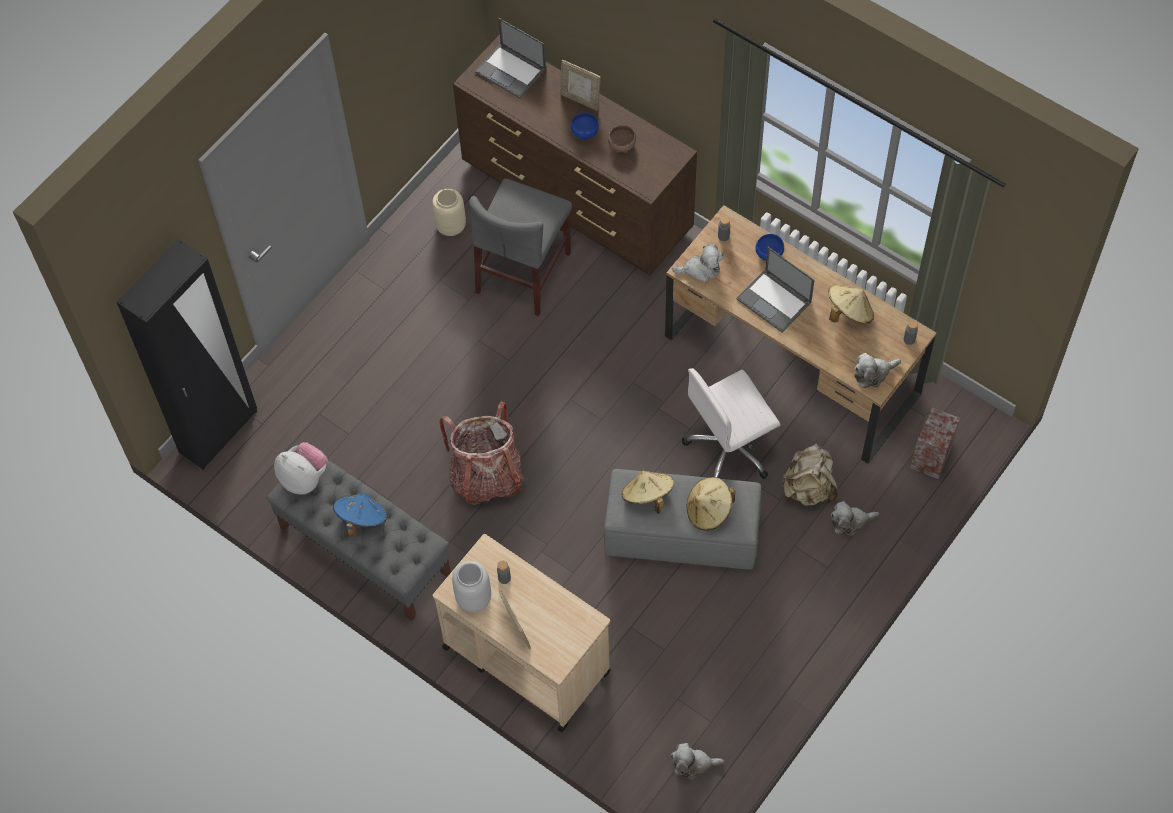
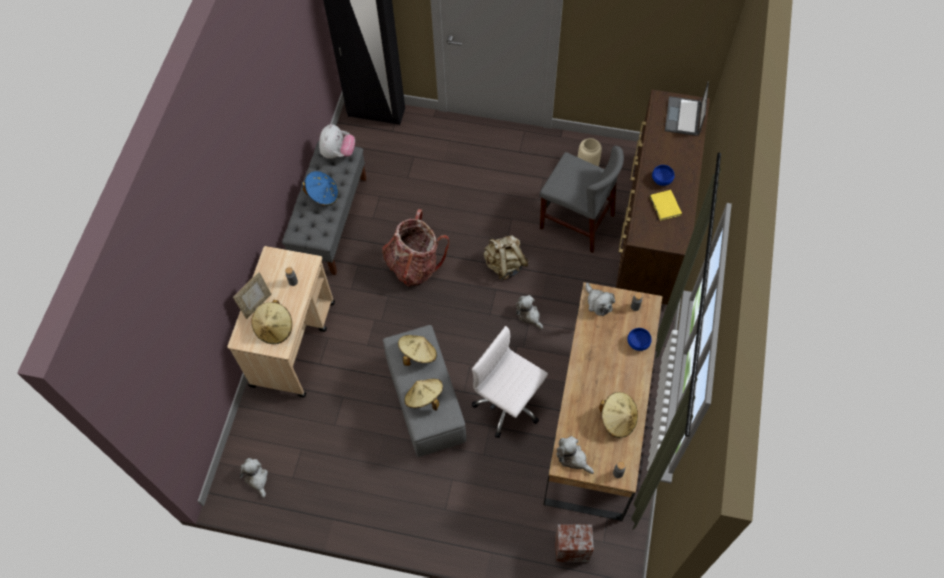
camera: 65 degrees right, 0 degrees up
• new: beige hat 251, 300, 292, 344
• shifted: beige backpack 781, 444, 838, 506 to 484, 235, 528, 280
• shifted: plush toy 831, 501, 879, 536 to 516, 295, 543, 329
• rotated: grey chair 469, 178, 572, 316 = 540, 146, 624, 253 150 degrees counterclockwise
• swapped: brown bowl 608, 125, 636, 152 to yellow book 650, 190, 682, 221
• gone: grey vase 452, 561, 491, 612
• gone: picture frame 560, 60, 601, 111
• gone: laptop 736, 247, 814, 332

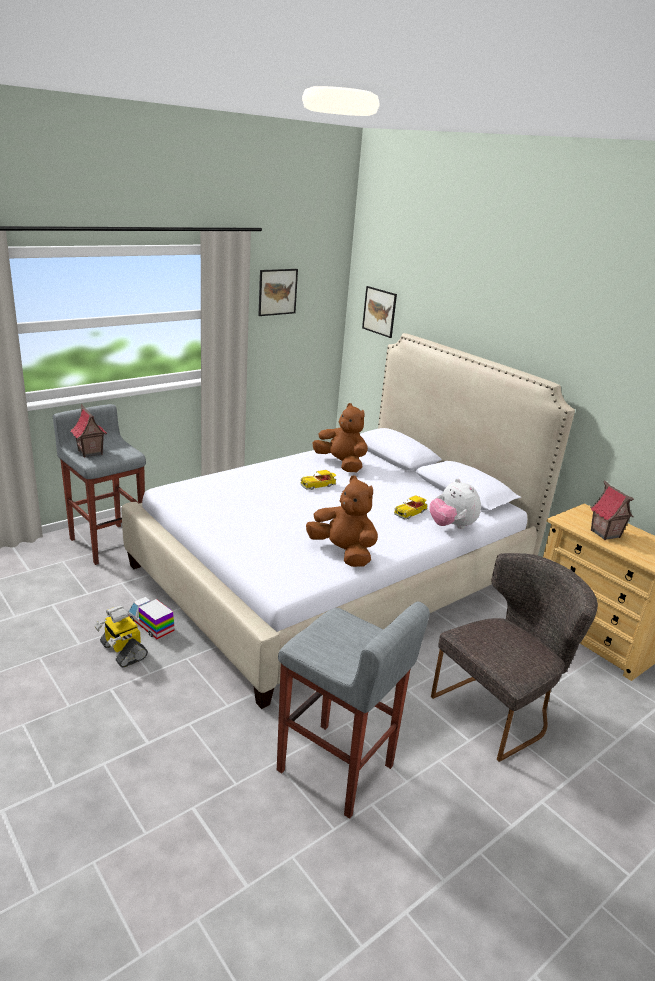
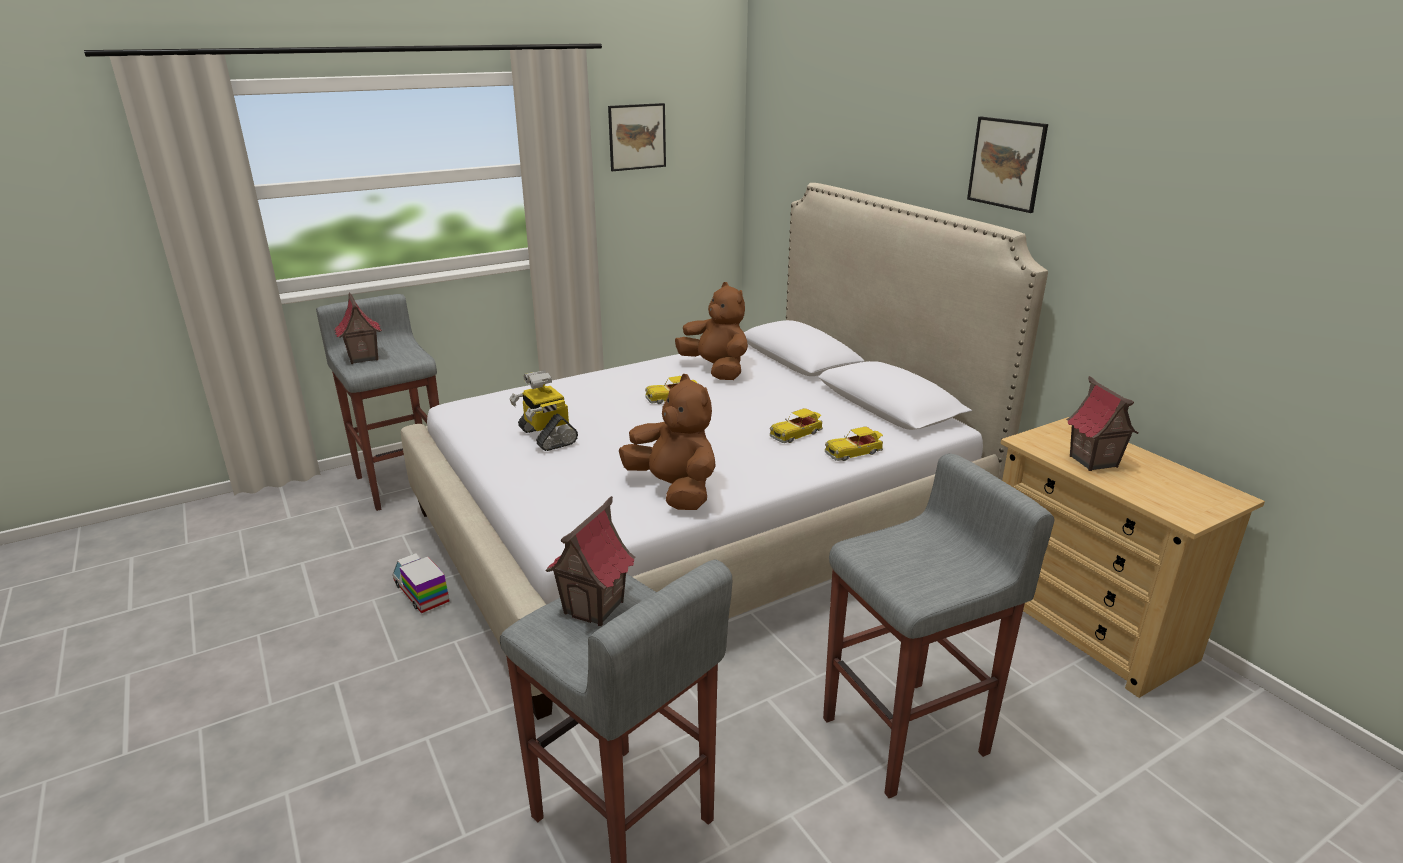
camera: 10 degrees right, 0 degrees up
• shifted: toy robot 94, 605, 148, 668 to 509, 371, 578, 451
• new: toy house 545, 496, 635, 626
• swapped: grey chair 431, 553, 598, 762 to grey stool 823, 453, 1054, 798
• swapped: plush toy 429, 478, 481, 529 to toy car 825, 426, 883, 461
• shifted: picture 362, 286, 397, 338 to 967, 117, 1048, 213

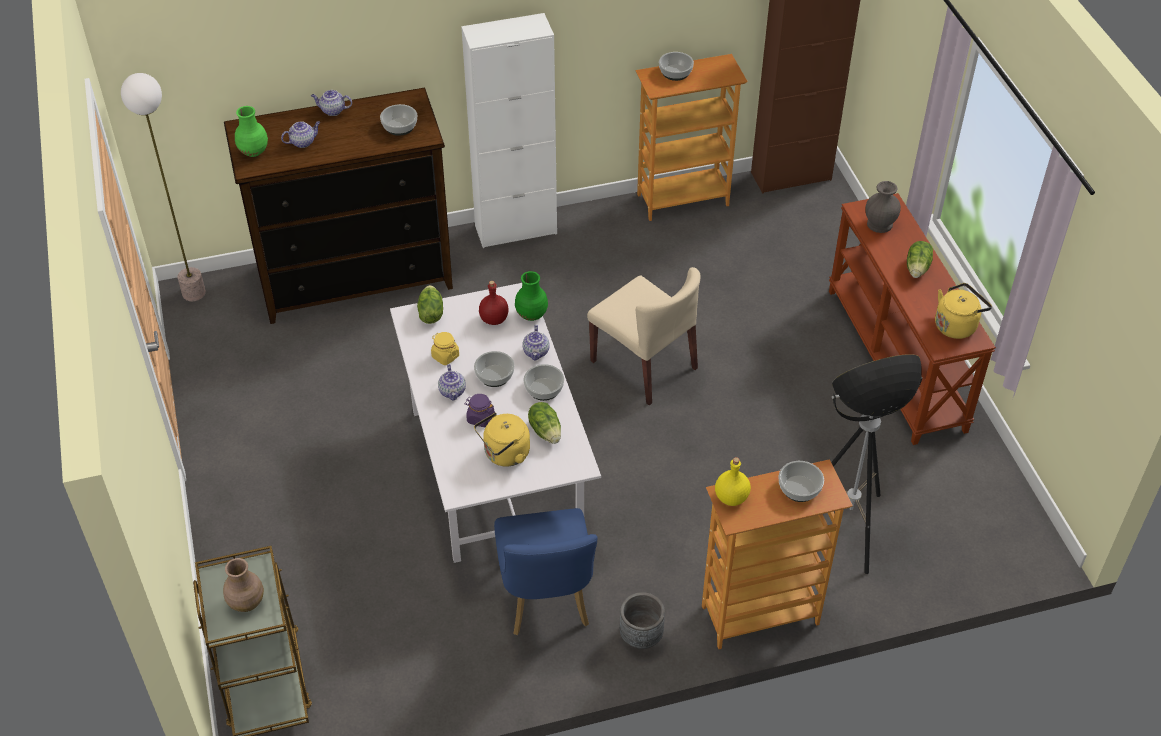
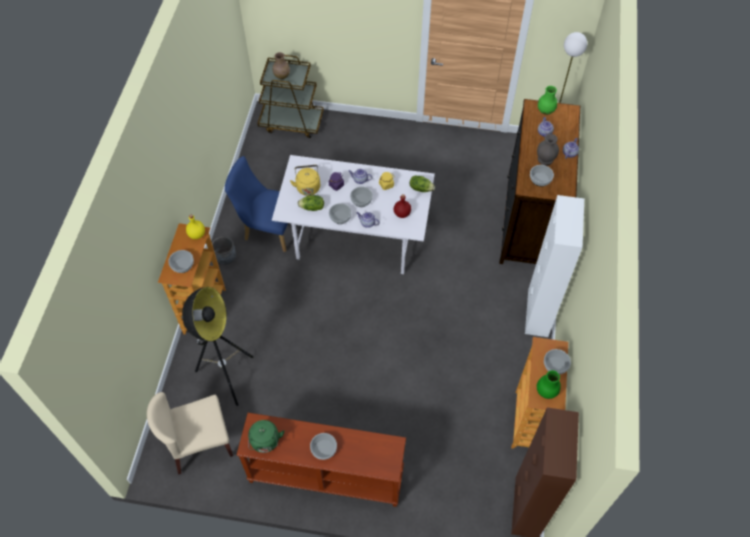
camera: 115 degrees right, 10 degrees up
• shifted: beige chair 587, 267, 700, 405 to 147, 392, 233, 475
• repainted: yellow kettle 935, 283, 992, 339 to green kettle 248, 420, 285, 453
• swapped: lettuce 907, 241, 933, 278 to bowl 310, 433, 337, 460
• shifted: grey vase 865, 181, 901, 233 to 537, 134, 559, 166
• shifted: green vase 515, 271, 548, 321 to 537, 370, 561, 399

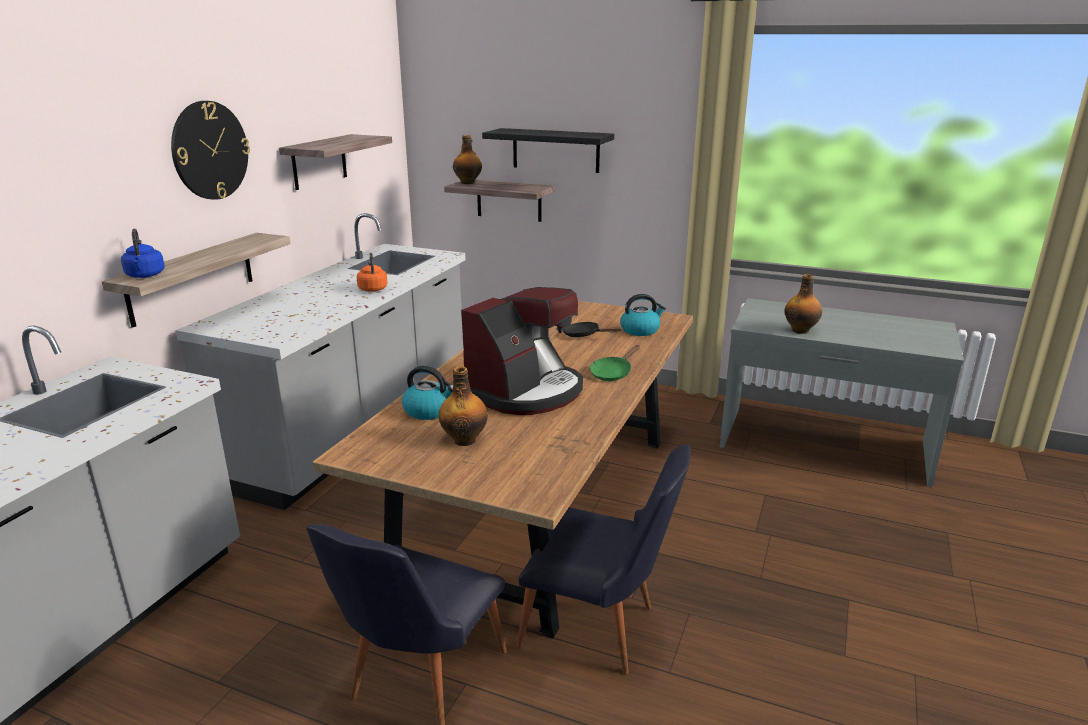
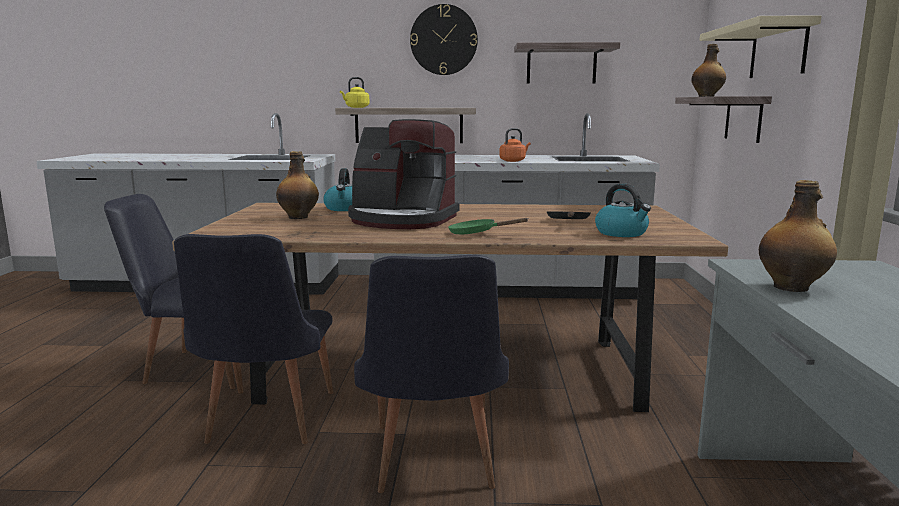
camera: 70 degrees right, 10 degrees down
• repainted: blue kettle 121, 229, 165, 278 to yellow kettle 340, 77, 369, 108
• new: black chair 354, 255, 509, 493
• repainted: black shelf 482, 128, 614, 173 to beige shelf 699, 15, 822, 78

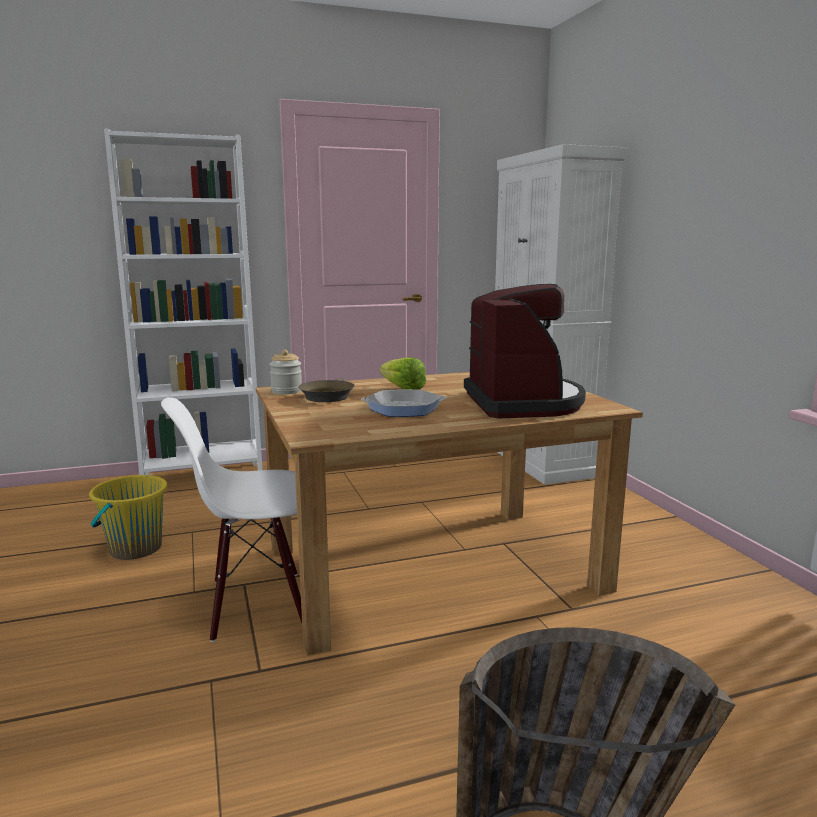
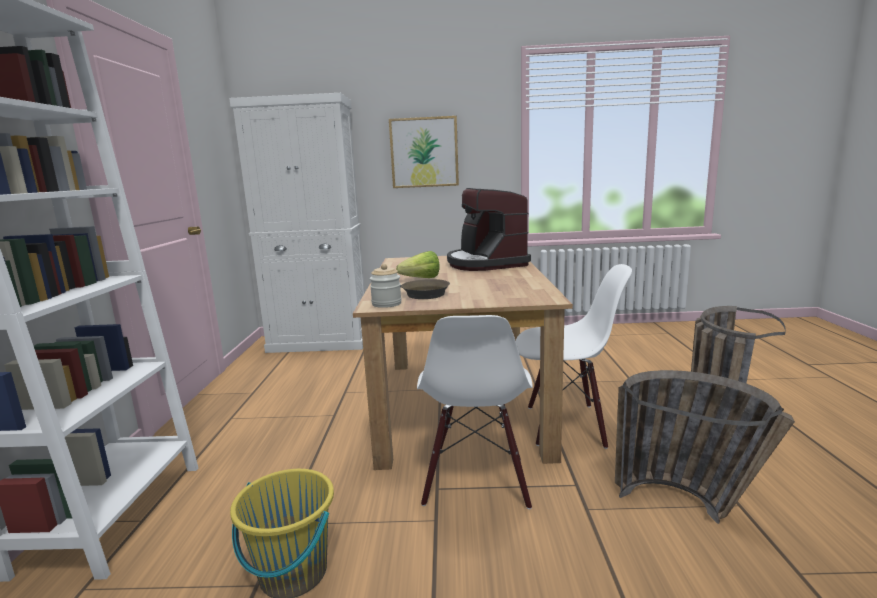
camera: 70 degrees left, 0 degrees up
• new: picture 389, 116, 459, 188
• rotated: coffee machine 464, 284, 586, 419 = 447, 188, 531, 271 120 degrees counterclockwise
• new: white chair 516, 264, 632, 449
• new: basket 615, 370, 795, 524
• gone: frying pan 361, 389, 446, 417

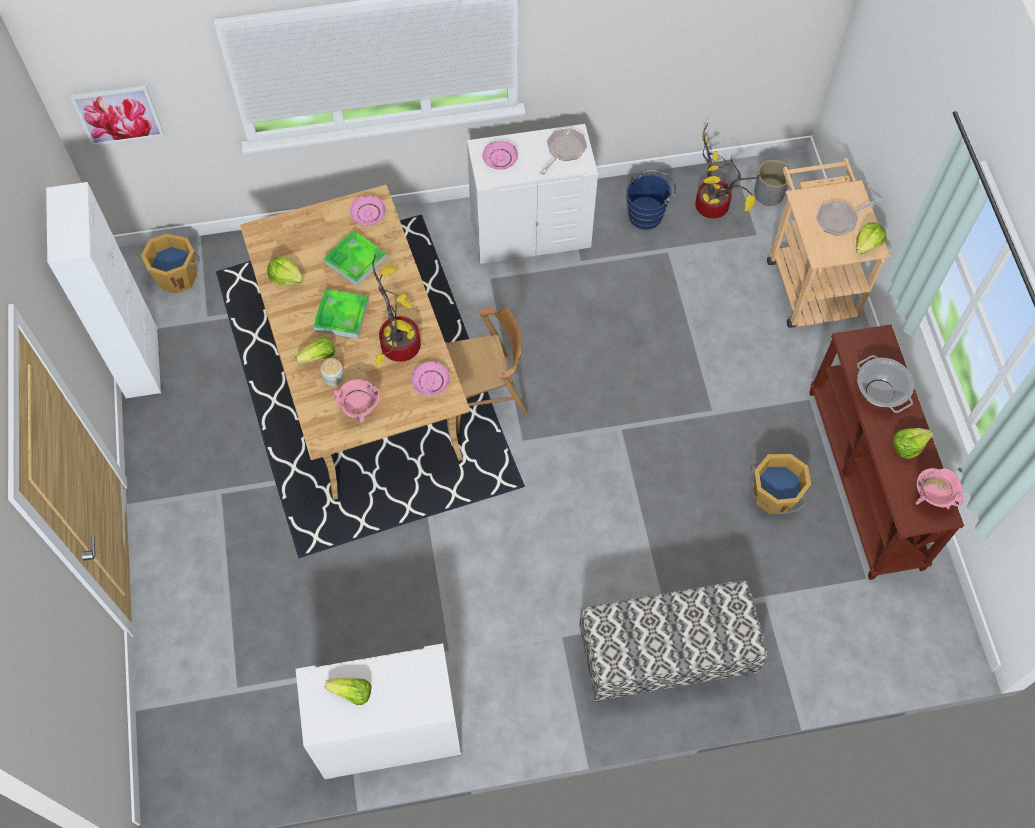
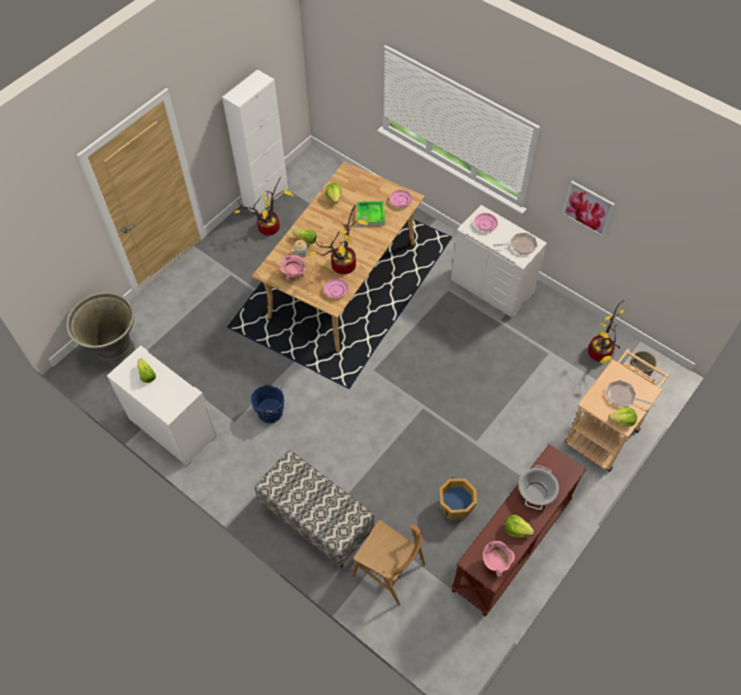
camera: 50 degrees right, 5 degrees down
• new: grey planter 66, 292, 135, 367
• new: potted plant 234, 177, 293, 236
• shifted: blue bucket 626, 170, 676, 230 to 251, 383, 288, 423
• shifted: brown chair 446, 307, 528, 434 to 352, 520, 426, 606
• shifted: picture 70, 85, 164, 146 to 562, 181, 615, 237
• gone: orange bucket 141, 234, 200, 294
• gone: tray 313, 289, 369, 339

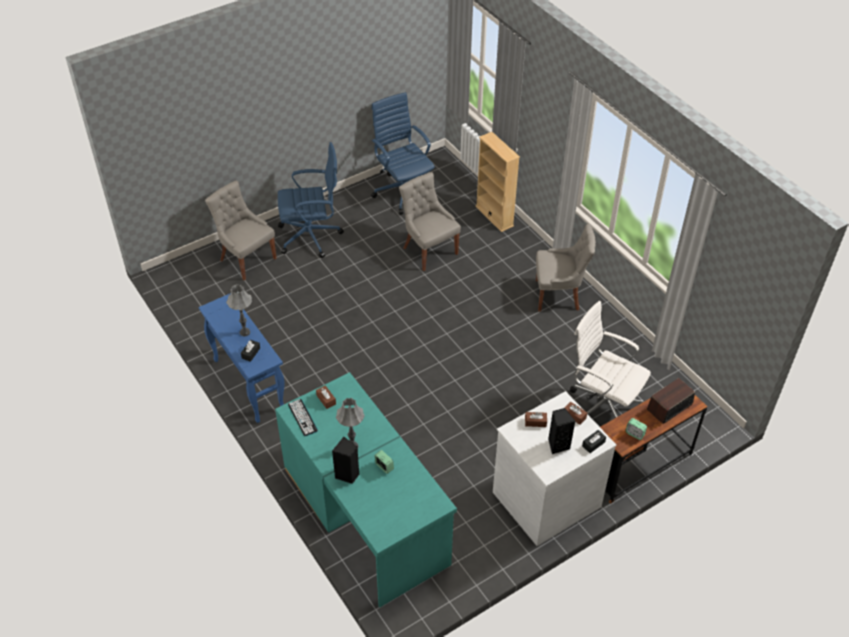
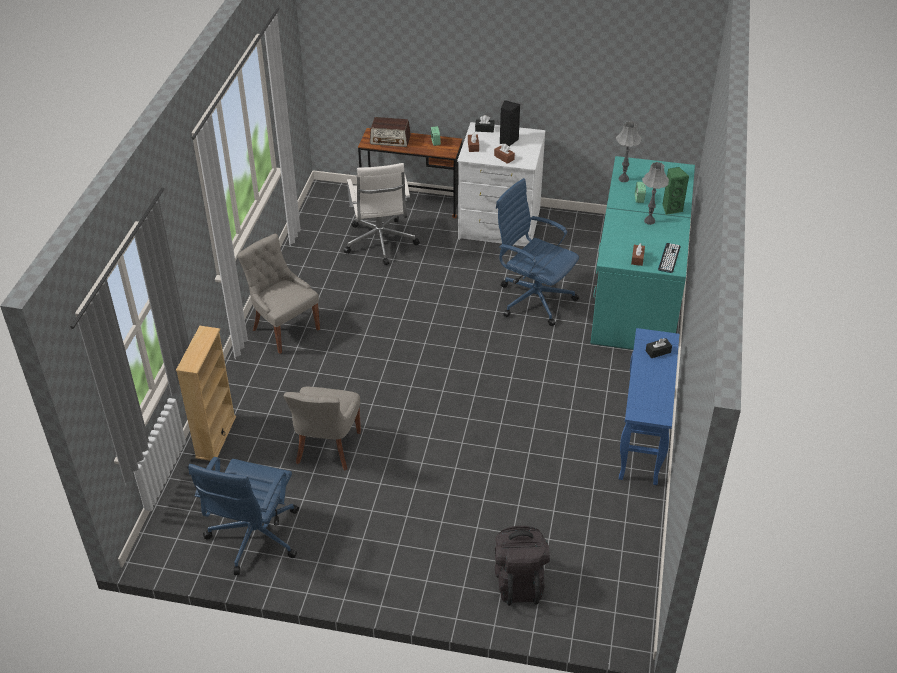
camera: 135 degrees left, 5 degrees down
• swapped: grey chair 205, 181, 276, 280 to black backpack 495, 526, 550, 606
• shifted: blue office chair 278, 142, 344, 258 to 496, 178, 579, 326
• shifted: grey table lamp 226, 285, 252, 336 to 616, 121, 642, 182
• repainted: black speaker 332, 437, 359, 484 to green speaker 662, 167, 689, 215

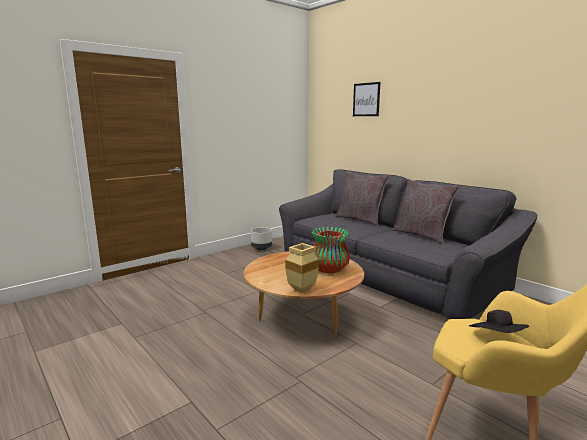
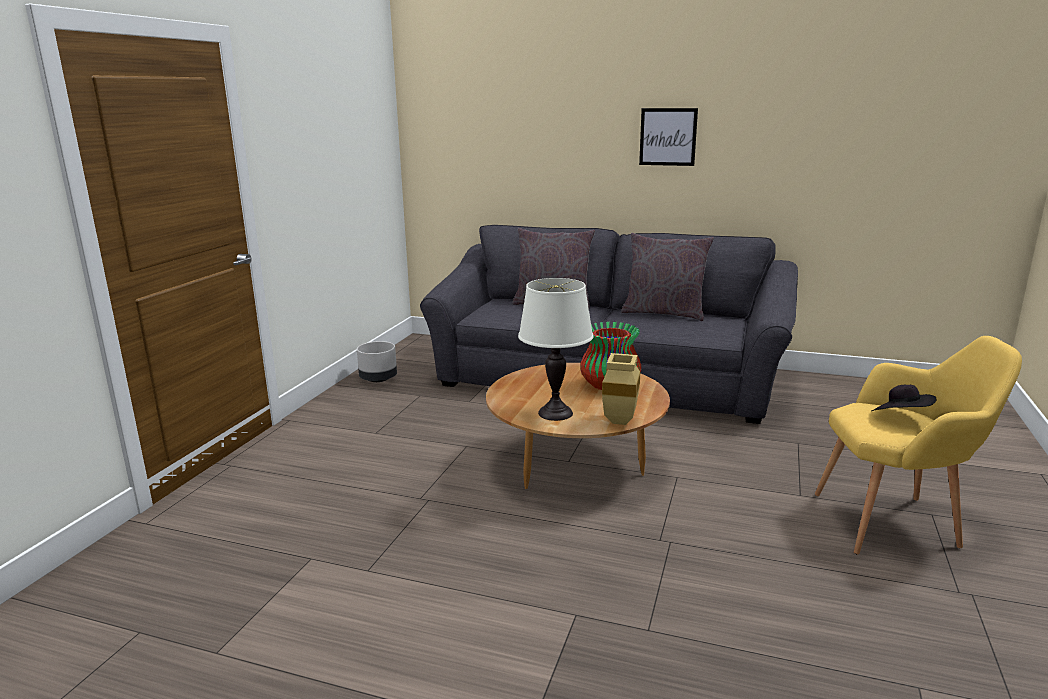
camera: 30 degrees left, 5 degrees up
• new: white table lamp 518, 278, 594, 421
• shifted: picture 353, 82, 380, 116 to 639, 108, 698, 166

